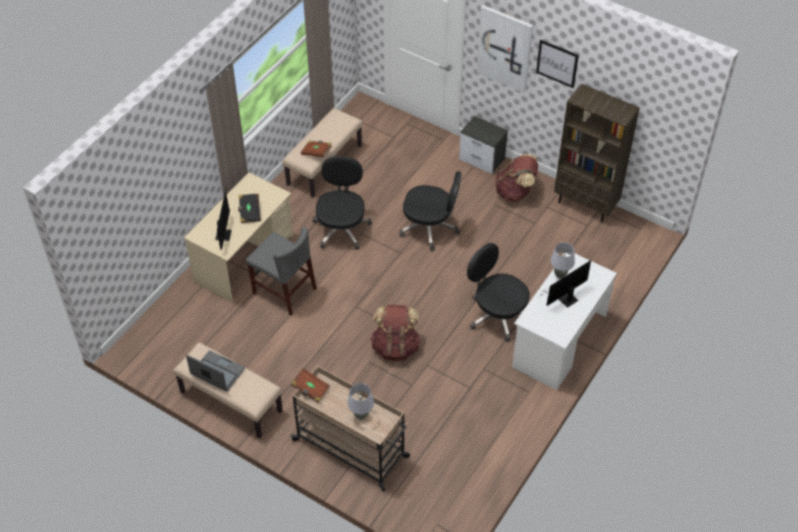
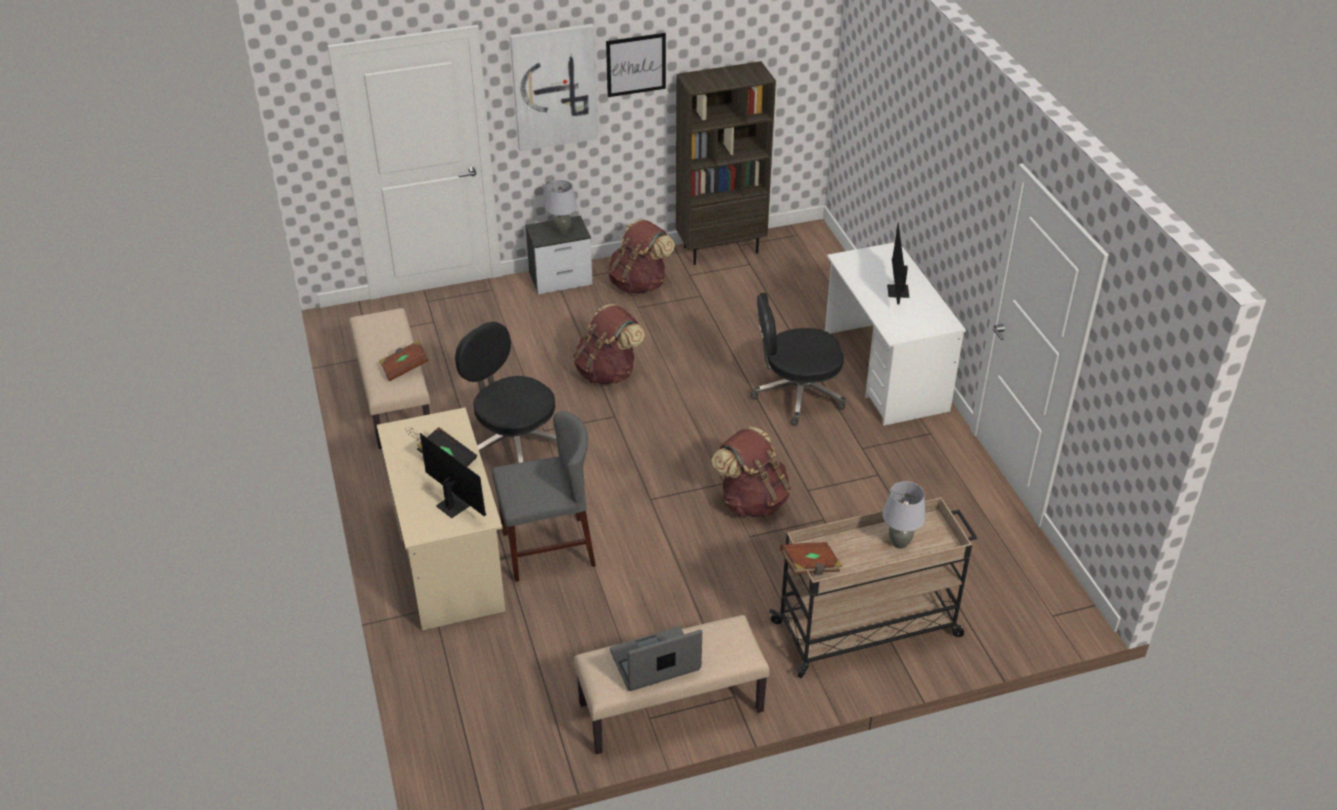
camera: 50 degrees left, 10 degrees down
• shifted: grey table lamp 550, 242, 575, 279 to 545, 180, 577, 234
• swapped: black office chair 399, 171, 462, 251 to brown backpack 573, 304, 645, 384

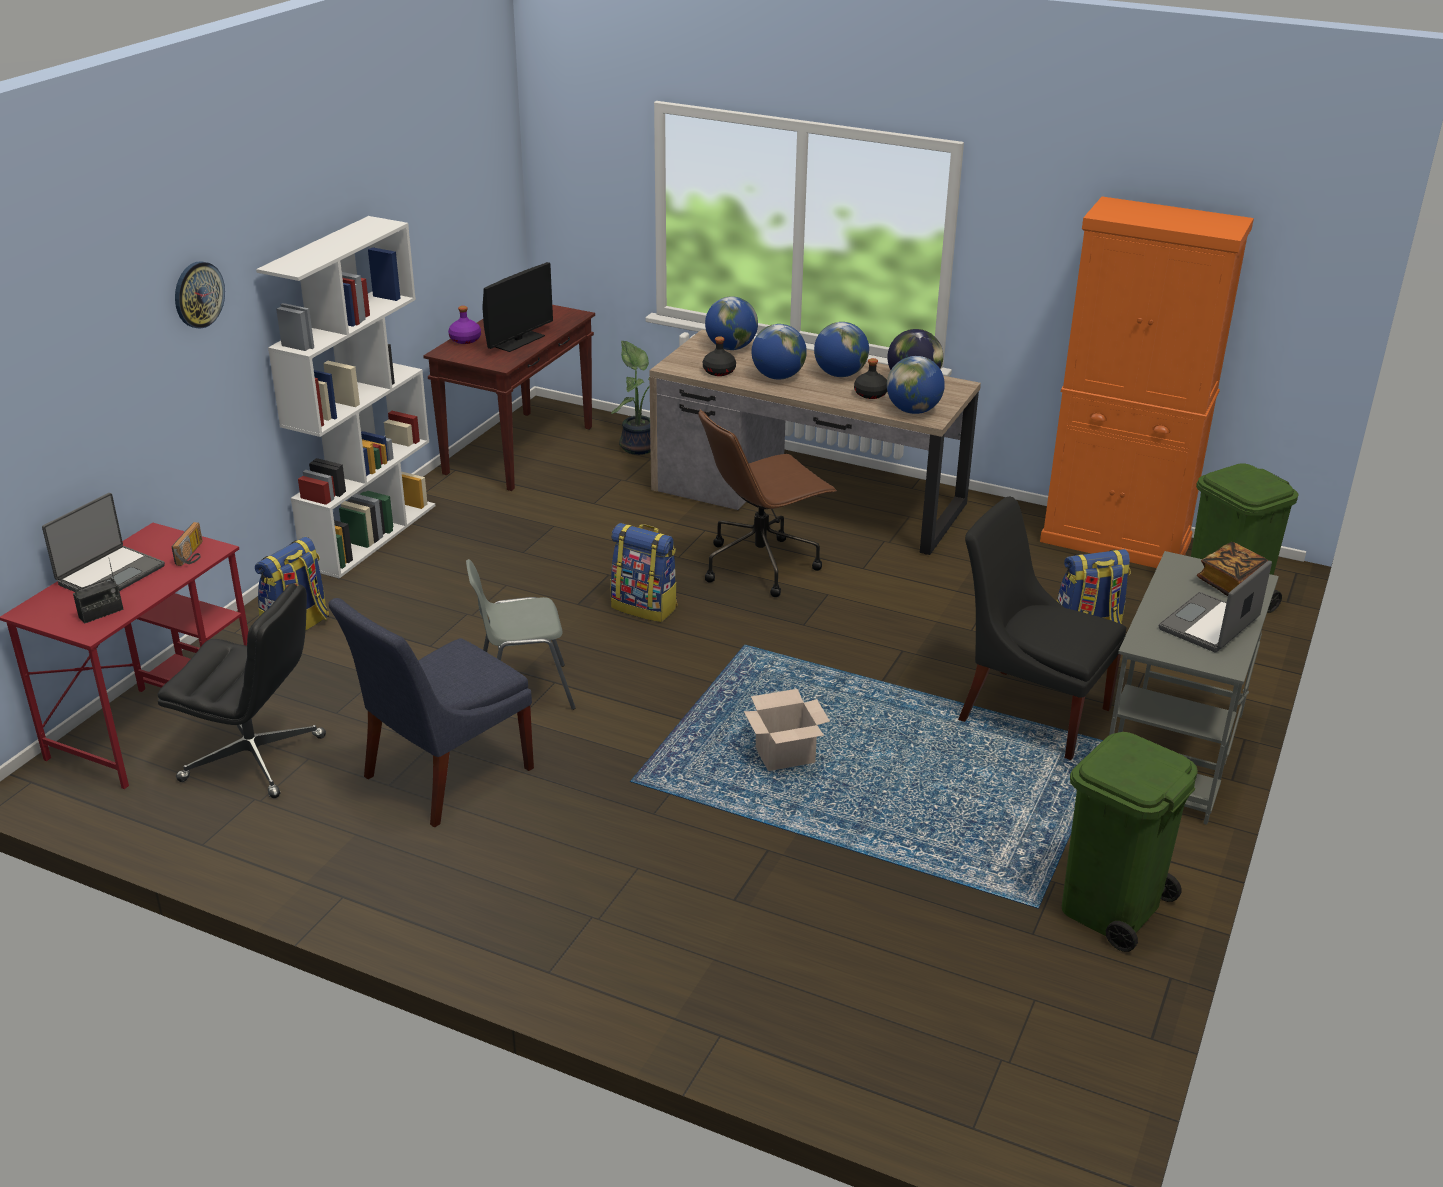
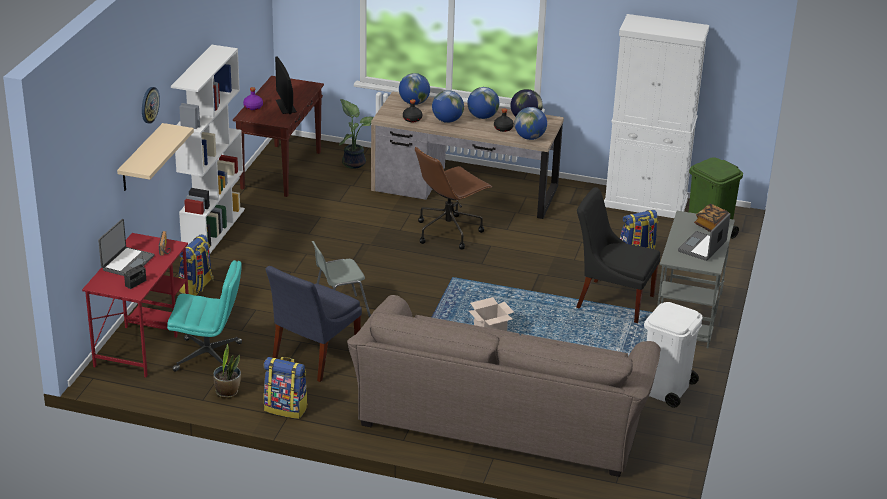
camera: 10 degrees left, 0 degrees up
• new: beige shelf 117, 123, 194, 191
• repainted: black office chair 158, 583, 326, 798 to turquoise office chair 167, 260, 242, 372
• new: potted plant 213, 344, 241, 398
• shifted: backpack 610, 523, 677, 622 to 263, 357, 308, 419
• rotated: monitor 482, 262, 553, 352 = 275, 57, 297, 114 135 degrees clockwise
• new: brown sofa 347, 295, 660, 477
• repainted: orange cabinet 1040, 197, 1254, 568 to white cabinet 604, 14, 709, 218
• repainted: green trash can 1062, 732, 1198, 952 to white trash can 644, 302, 703, 408

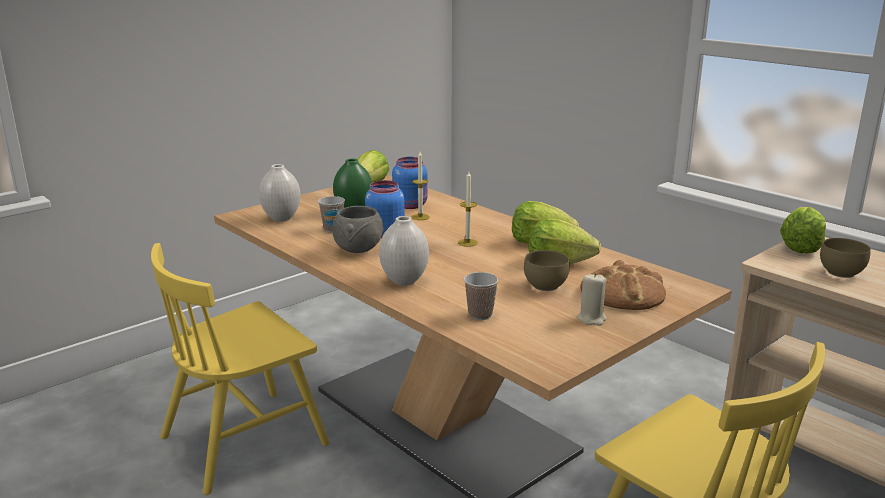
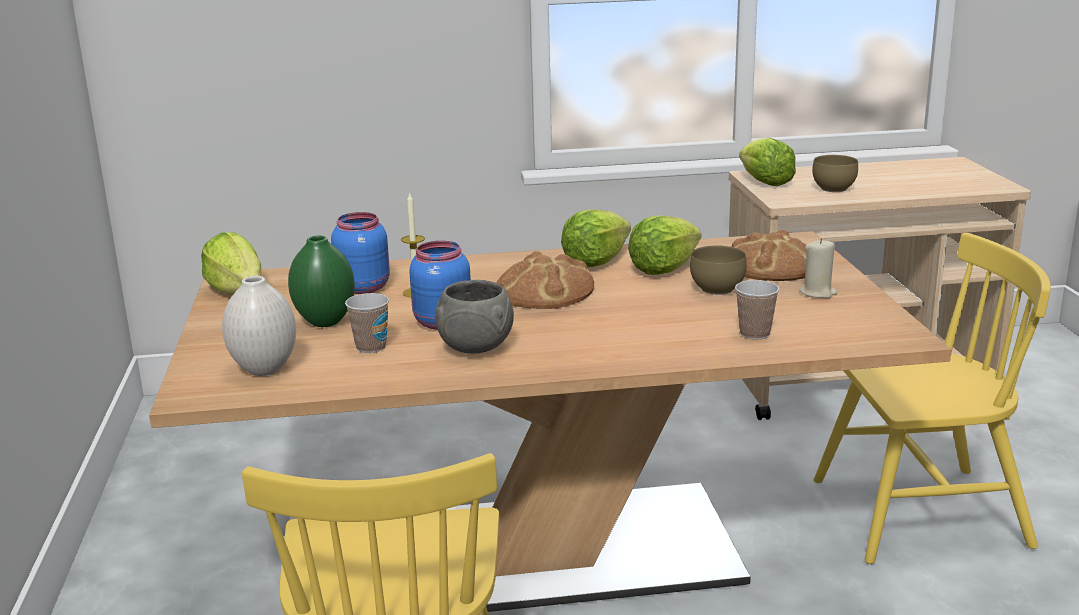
camera: 55 degrees left, 0 degrees up
• swapped: candle 458, 172, 478, 247 to bread 496, 251, 594, 309
• gone: white vase 379, 216, 429, 286

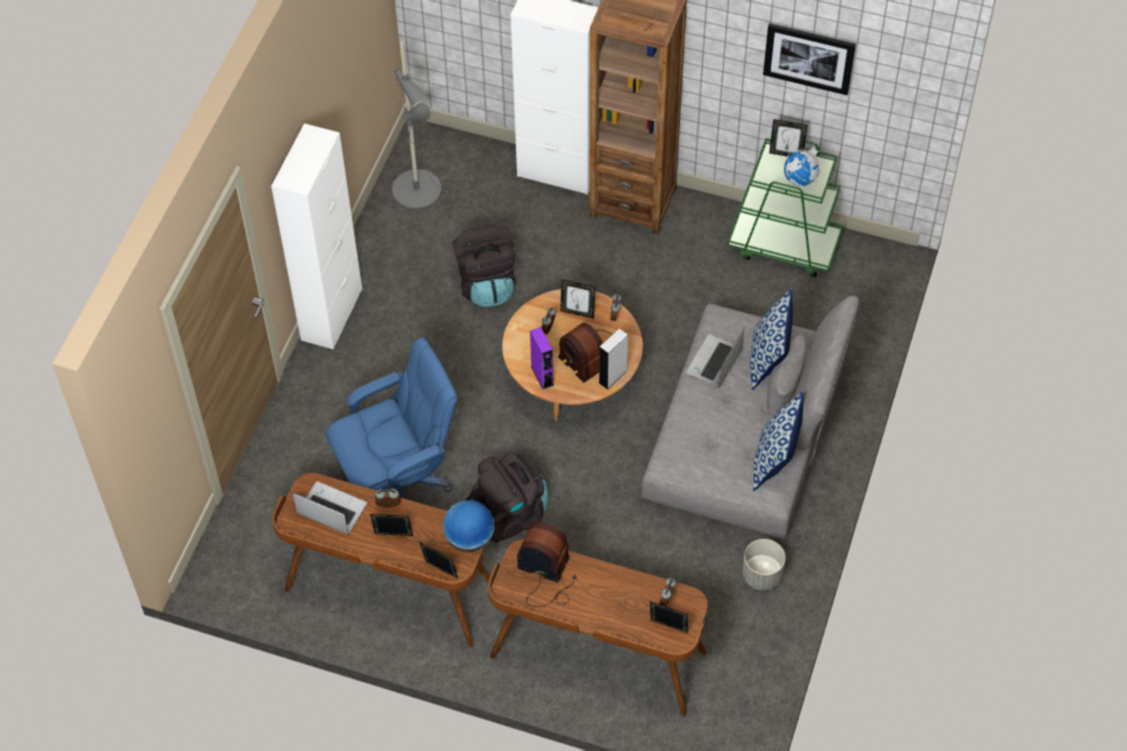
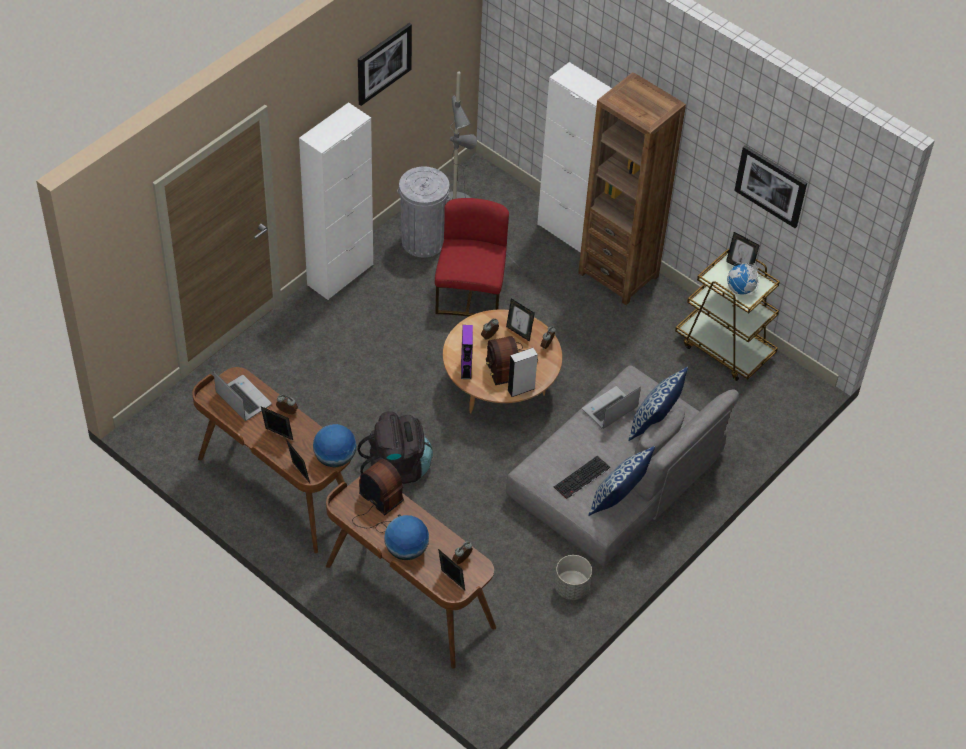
camera: 20 degrees right, 5 degrees down
• new: picture 358, 23, 412, 106
• new: globe 385, 515, 429, 560
• new: grey trash can 398, 166, 450, 258
• swapped: black backpack 452, 225, 516, 307 to red chair 435, 198, 509, 317
• new: keyboard 554, 456, 610, 499
• repainted: green cart 727, 138, 843, 277 to brown cart 675, 249, 780, 381
• gone: blue office chair 326, 337, 457, 498

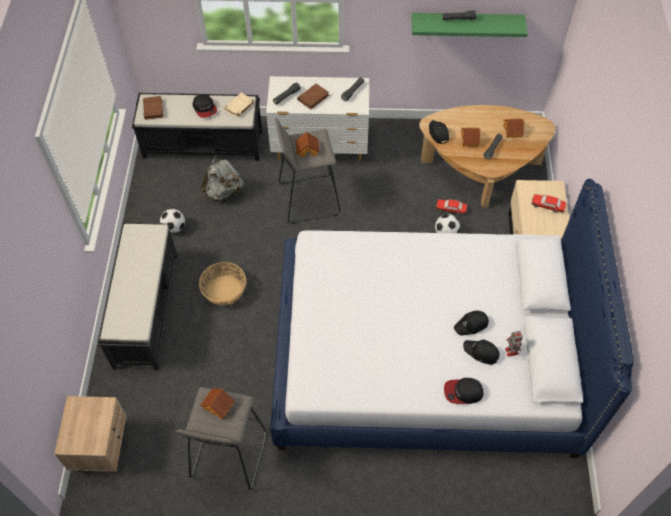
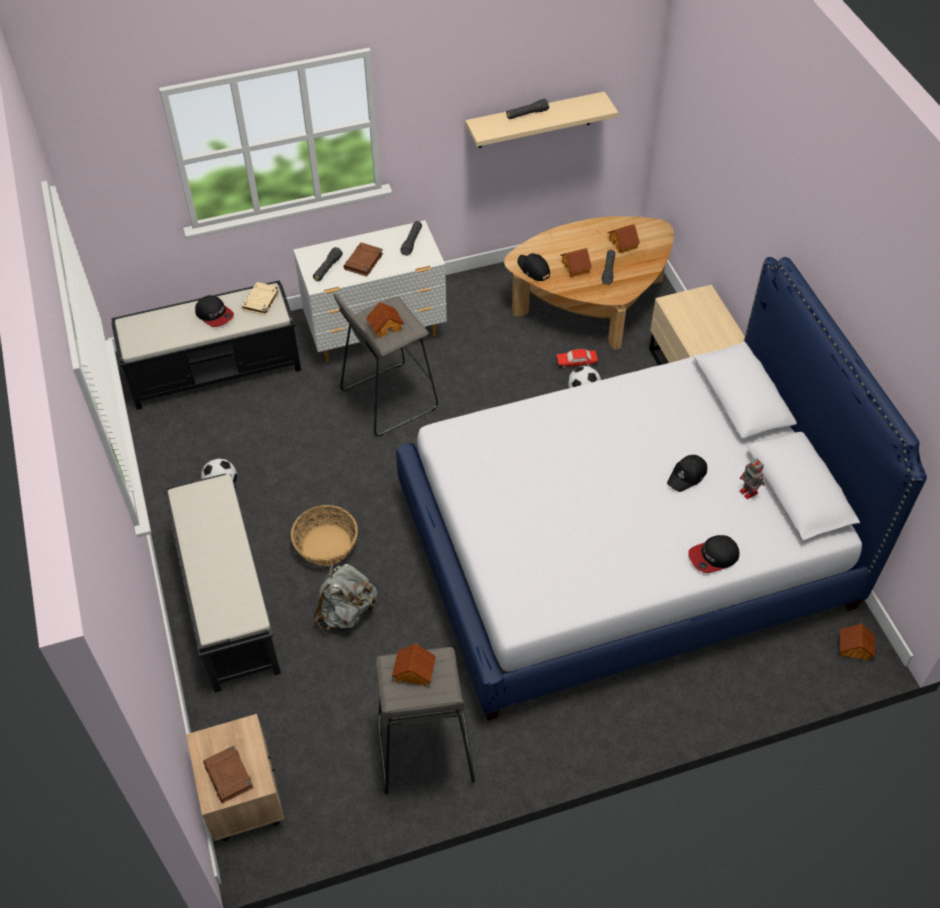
camera: 20 degrees left, 5 degrees down
• shifted: brown book 143, 96, 163, 120 to 203, 746, 254, 803
• shifted: grey backpack 201, 157, 244, 201 to 314, 564, 377, 631
• repainted: green shelf 411, 13, 528, 37 to beige shelf 465, 91, 618, 148
• new: toy house 840, 623, 875, 661
• gone: black cap 463, 339, 500, 365
• gone: toy car 532, 194, 566, 213

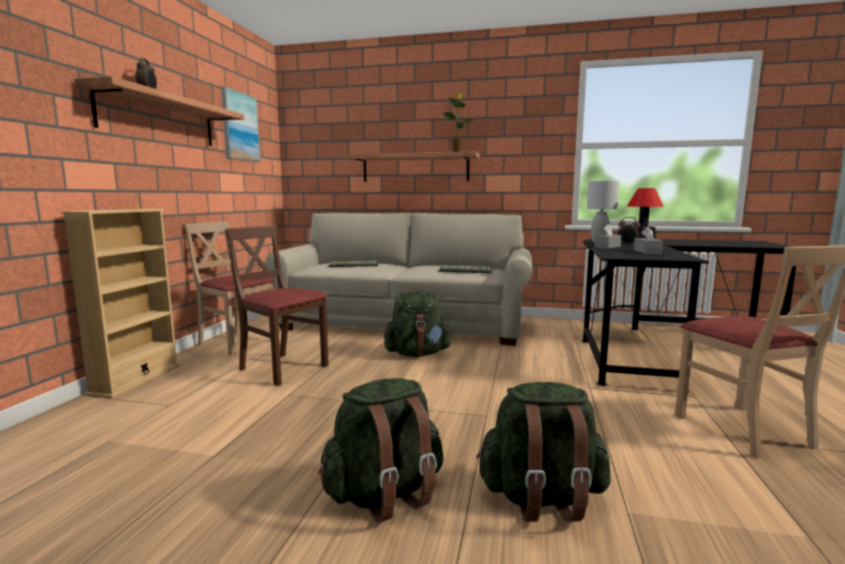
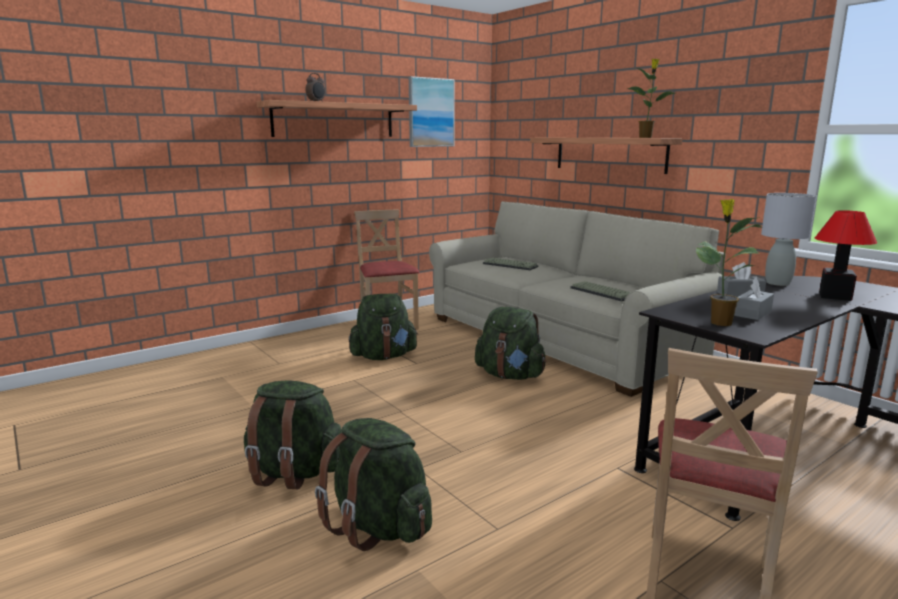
camera: 40 degrees right, 5 degrees up
• swapped: brown chair 225, 226, 329, 386 to green backpack 349, 294, 418, 360
• new: potted plant 696, 199, 763, 326
• gone: beige bookcase 62, 209, 180, 398
• gone: alarm clock 617, 217, 640, 246

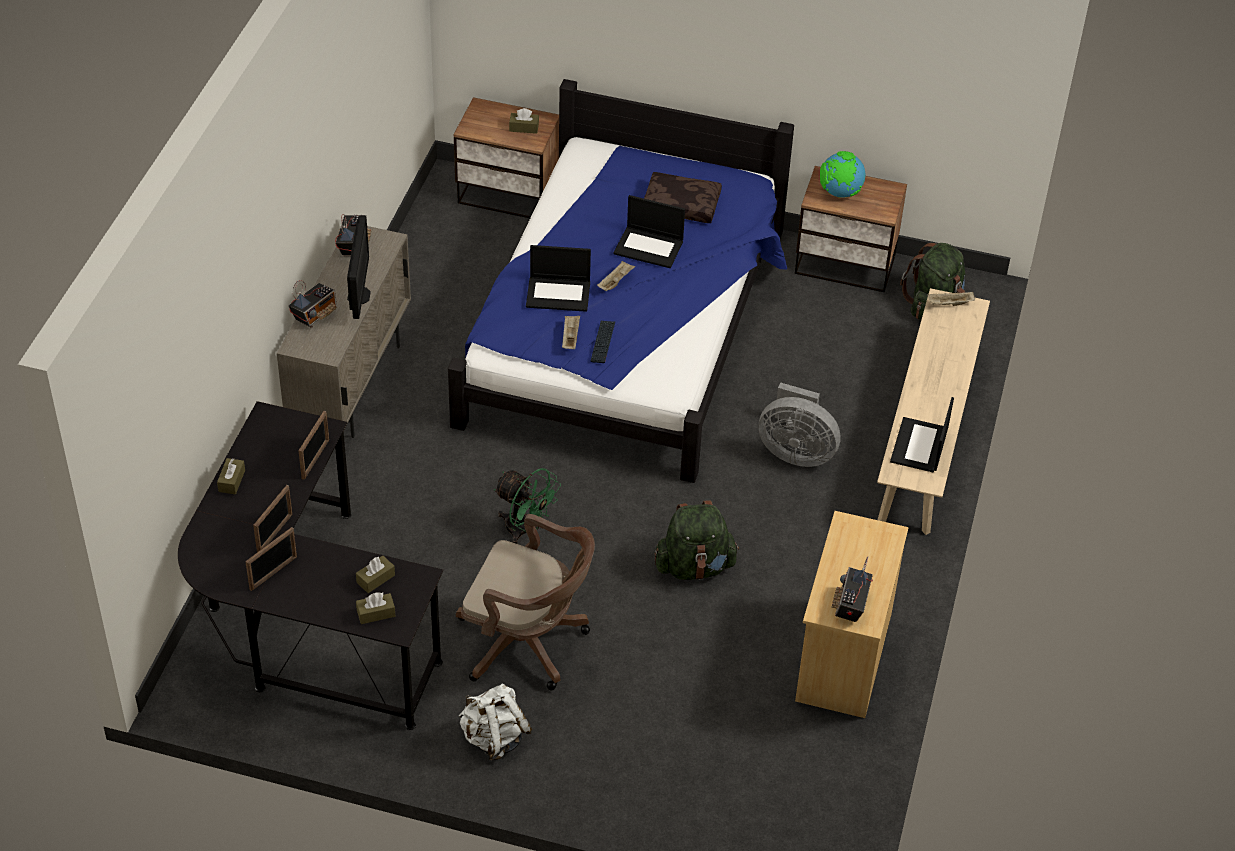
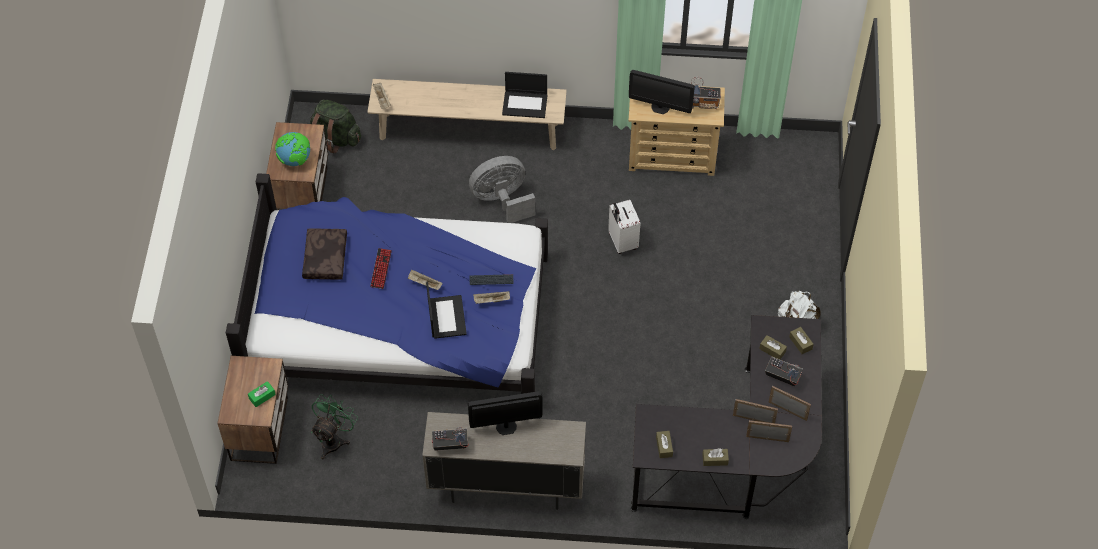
camera: 100 degrees left, 10 degrees up
• new: green tissue box 248, 381, 276, 407
• shifted: green fan 494, 468, 561, 544 to 311, 394, 358, 459
• swapped: laptop 614, 195, 685, 268 to keyboard 370, 248, 392, 289
• rotated: grey fan 758, 382, 841, 467 = 469, 156, 535, 223 120 degrees counterclockwise
• swapped: green backpack 655, 500, 739, 580 to white suitcase 608, 200, 640, 254
• new: monitor 629, 70, 695, 114
• shifted: brown tissue box 509, 108, 539, 134 to 656, 431, 673, 458
• shifted: picture frame 298, 411, 329, 480 to 746, 420, 792, 442
• shifted: radio 289, 280, 337, 328 to 765, 356, 803, 386
• gone: brown office chair 456, 514, 595, 690

